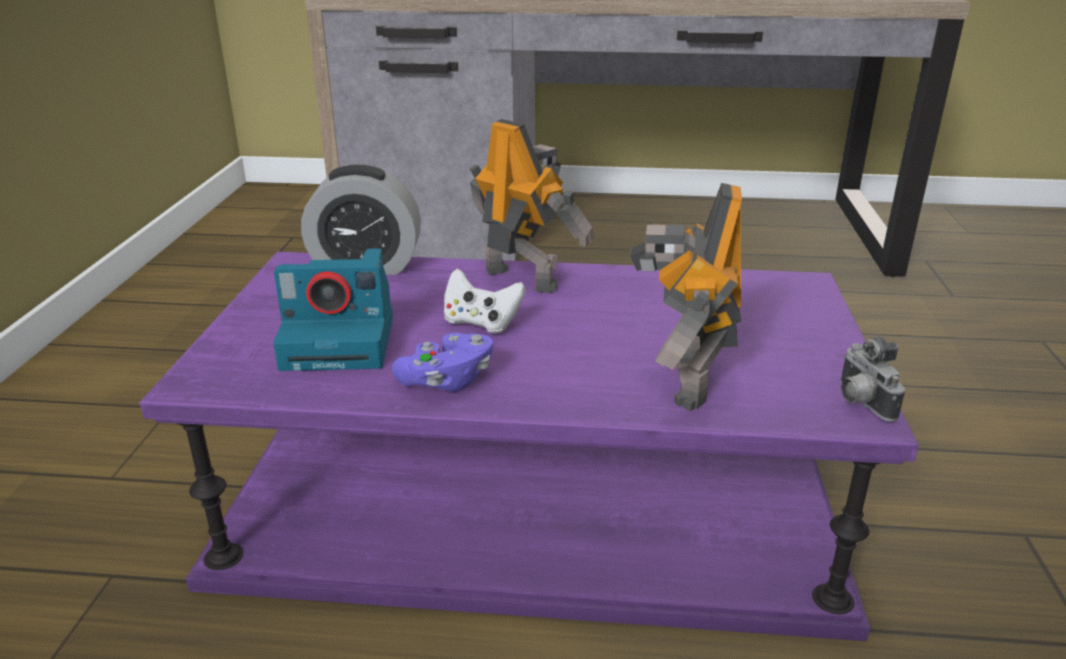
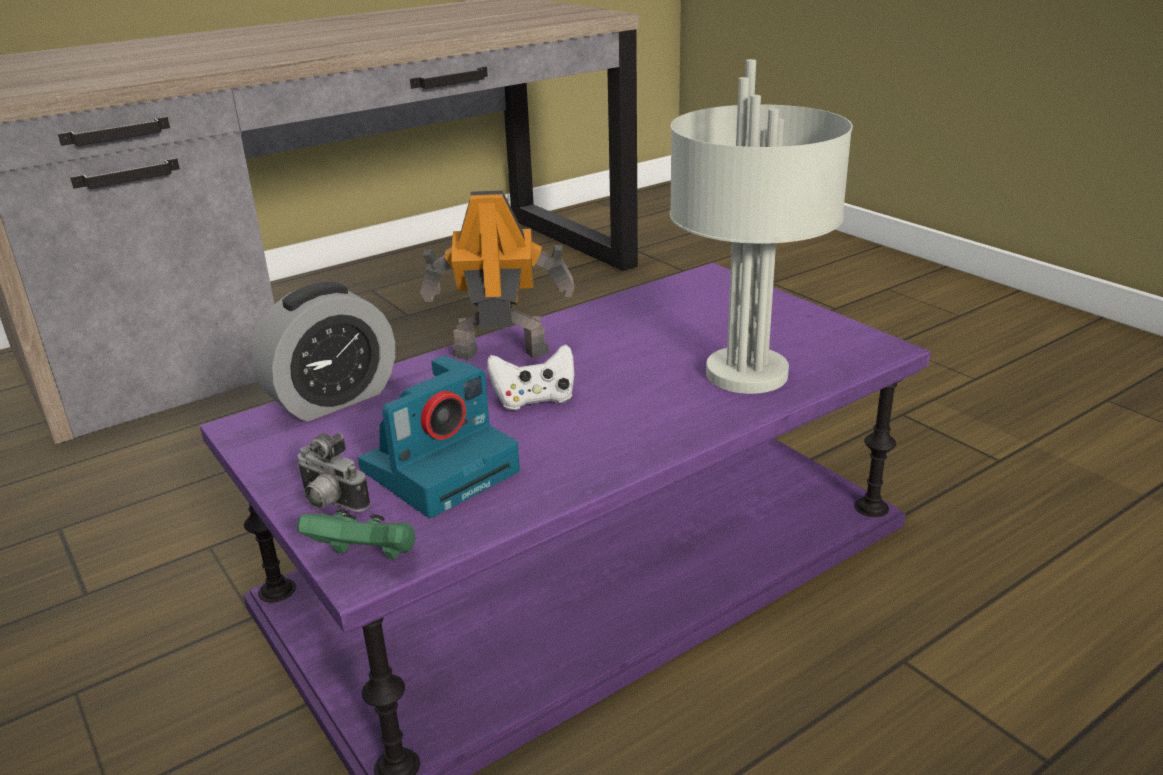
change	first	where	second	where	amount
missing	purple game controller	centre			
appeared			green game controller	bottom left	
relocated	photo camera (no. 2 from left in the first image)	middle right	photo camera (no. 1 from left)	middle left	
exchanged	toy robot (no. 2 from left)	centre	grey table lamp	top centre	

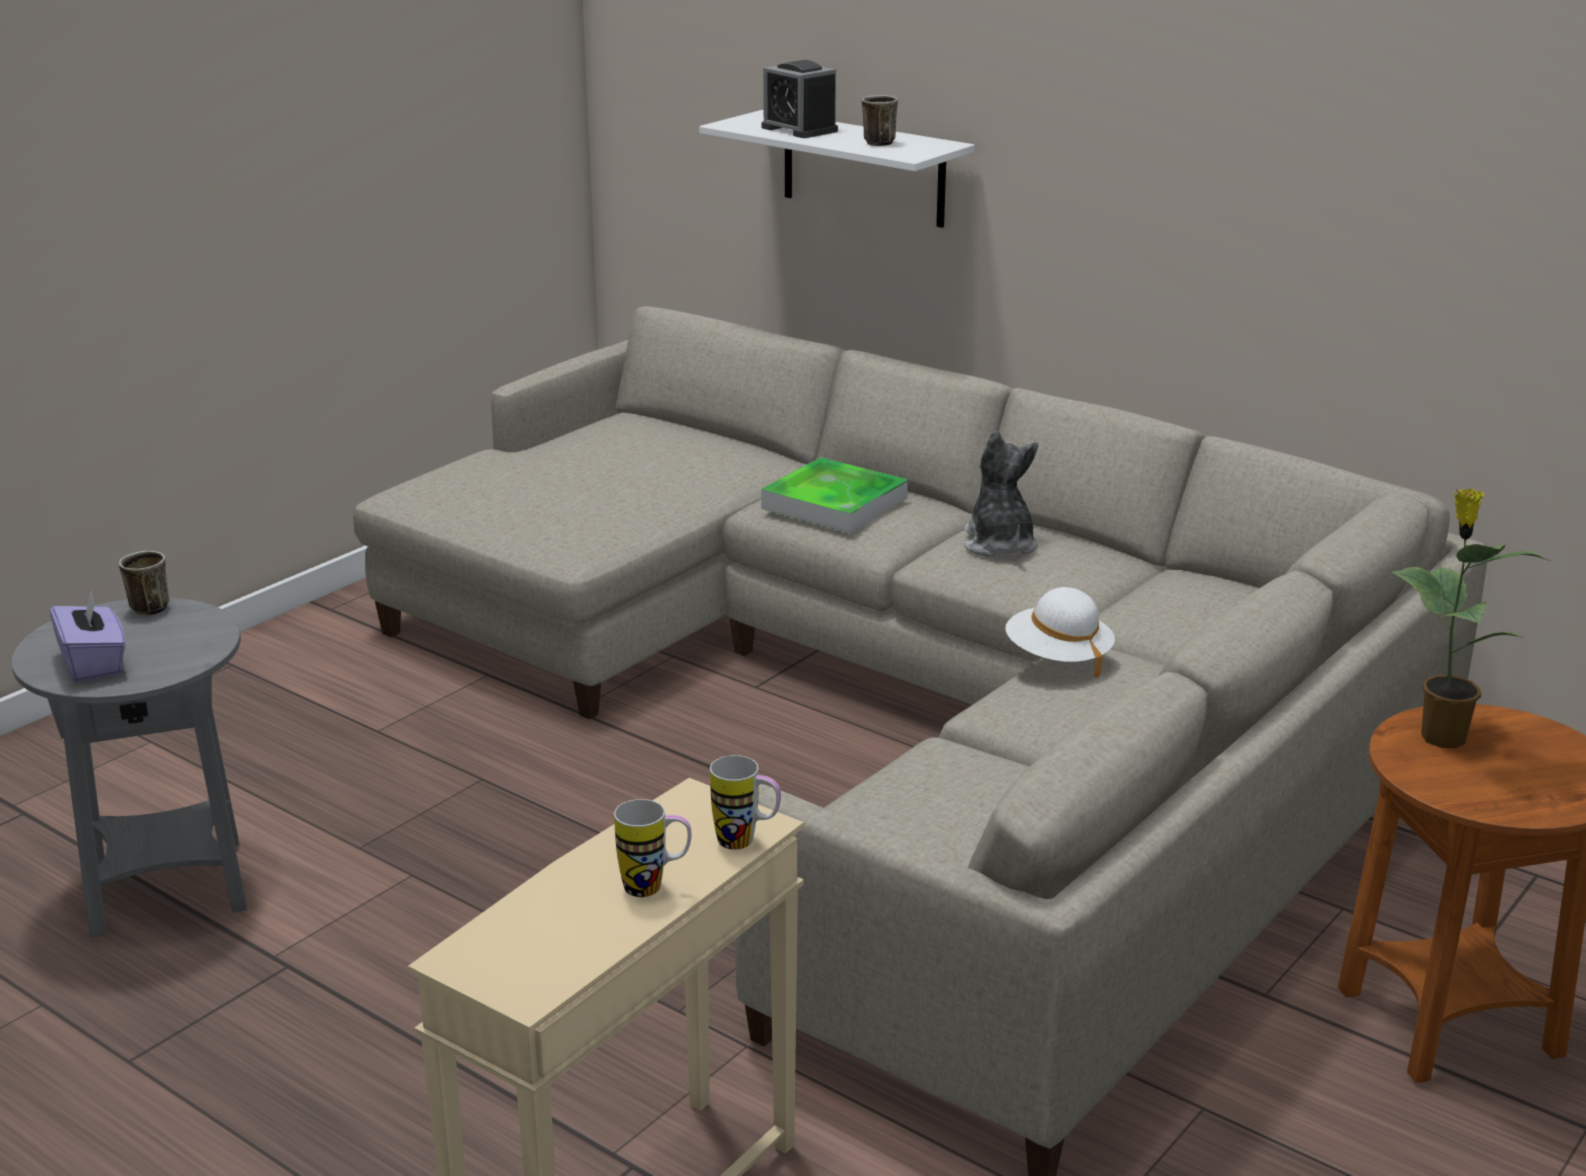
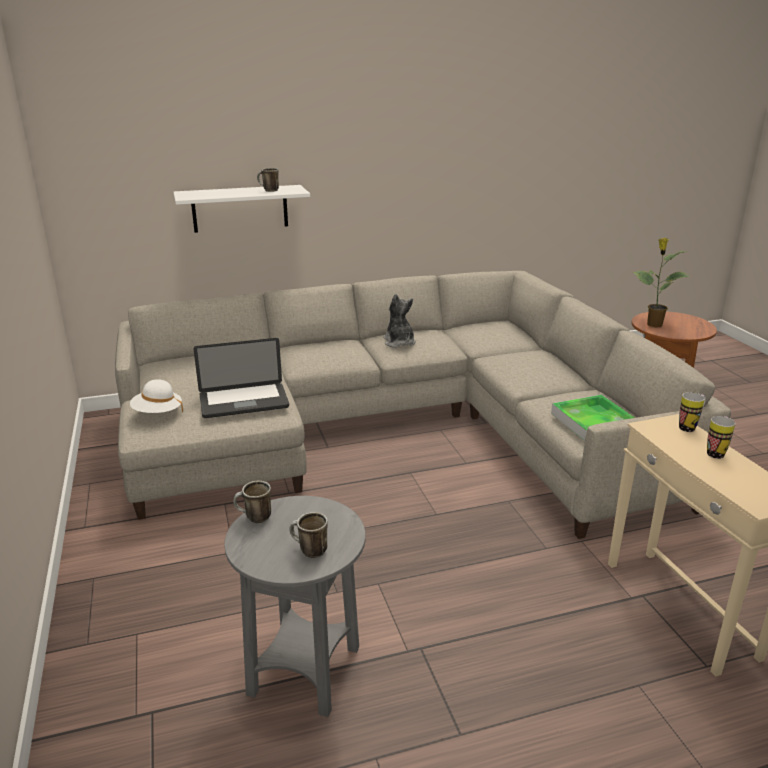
change	first	where	second	where	amount
missing	alarm clock	top centre			
appeared			laptop	middle left	
relocated	tray	centre		middle right	
relocated	white hat	middle right		middle left	
exchanged	purple tissue box	middle left	mug (no. 3 from left)	bottom centre	
spun	plush toy	centre		centre	45 degrees clockwise

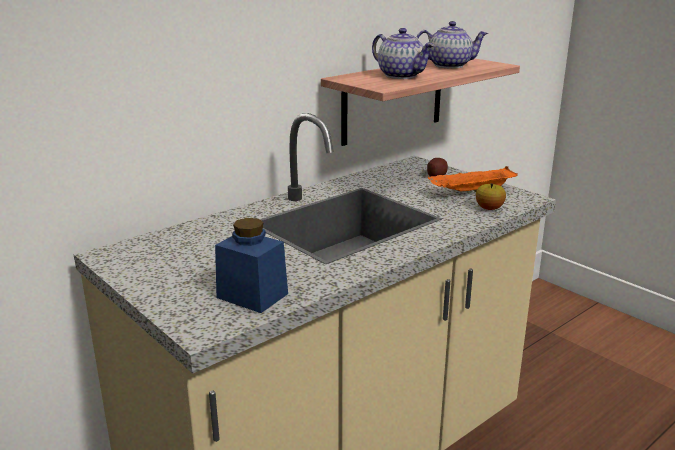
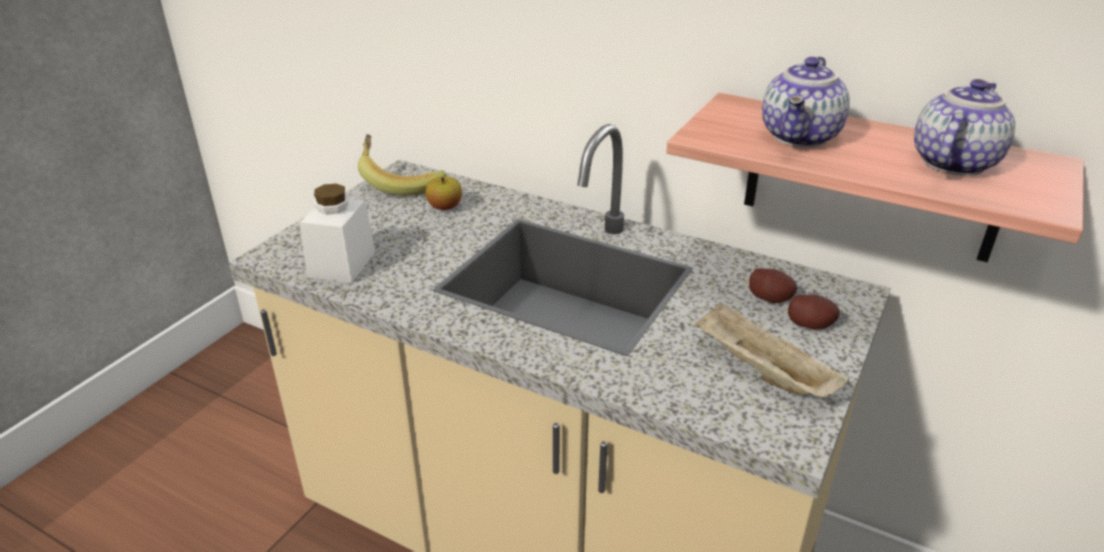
change	first	where	second	where	amount
appeared			banana	top centre	
appeared			potato (no. 1 from left)	middle right	
relocated	apple	middle right		centre	
colour	blue jar	centre	white jar	middle left	
colour	orange tray	middle right	beige tray	middle right	
spun	teapot (no. 2 from left)	top right		top right	120 degrees counterclockwise

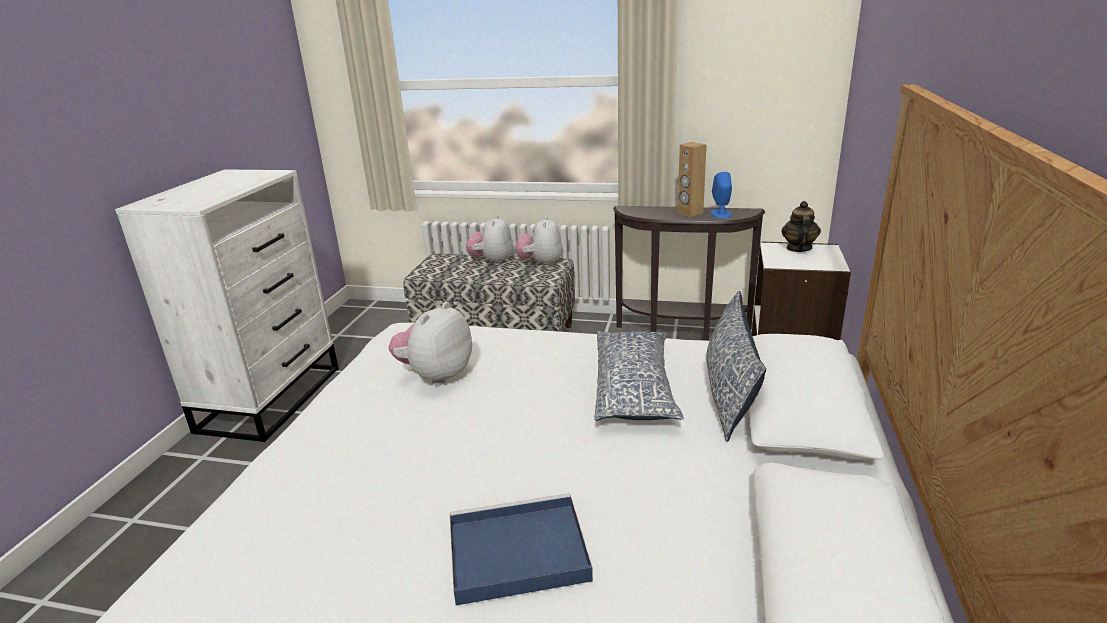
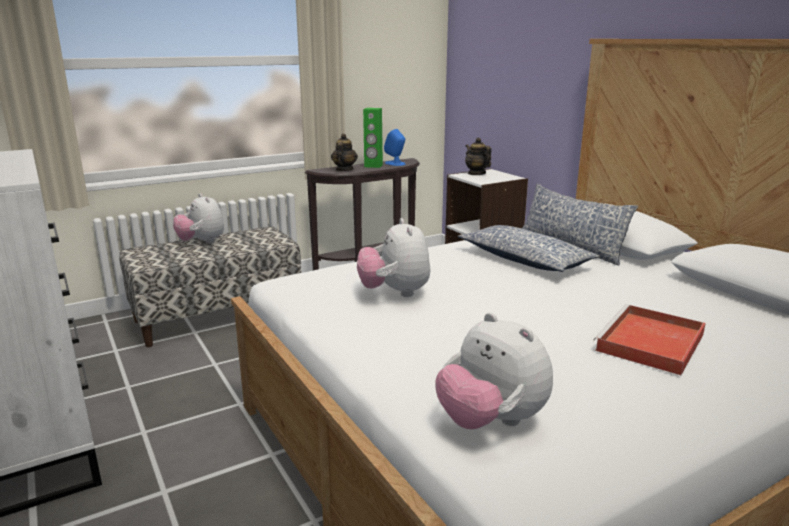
change	first	where	second	where	amount
appeared			teapot (no. 1 from left)	top centre	
relocated	plush toy (no. 3 from left)	centre		bottom centre	
colour	blue tray	bottom centre	red tray	middle right	
colour	brown speaker	top centre	green speaker	top centre	

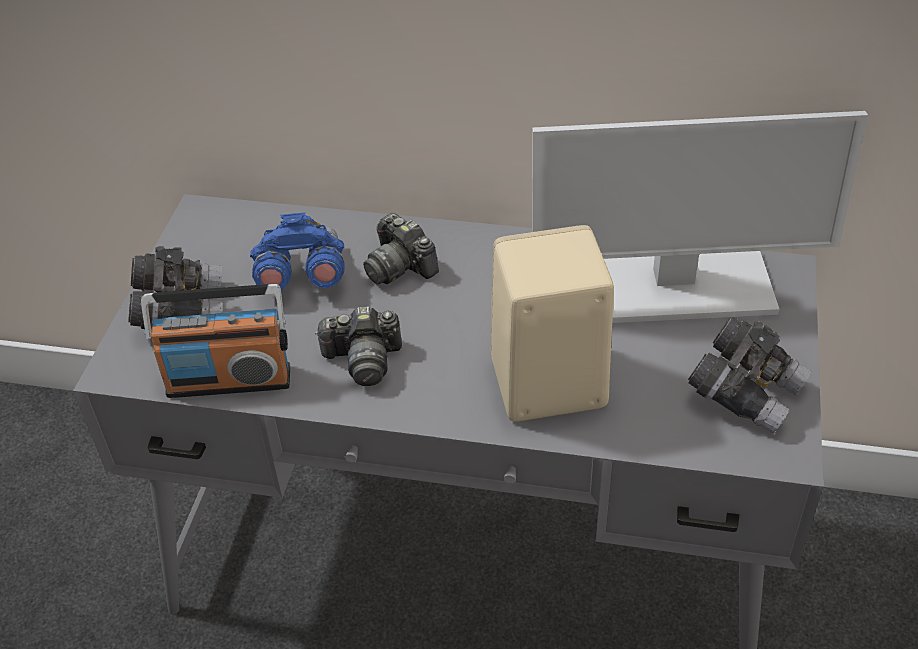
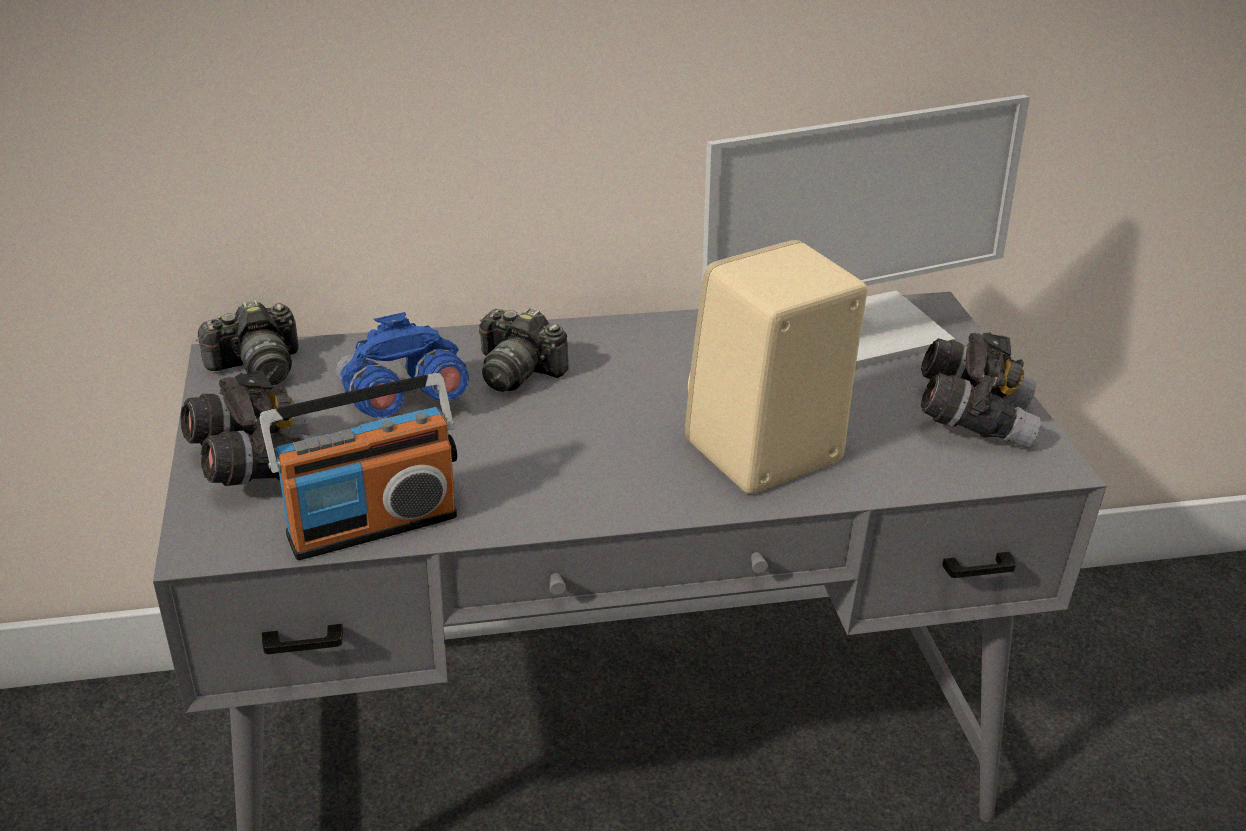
change	first	where	second	where	amount
relocated	photo camera (no. 1 from left)	centre		middle left	

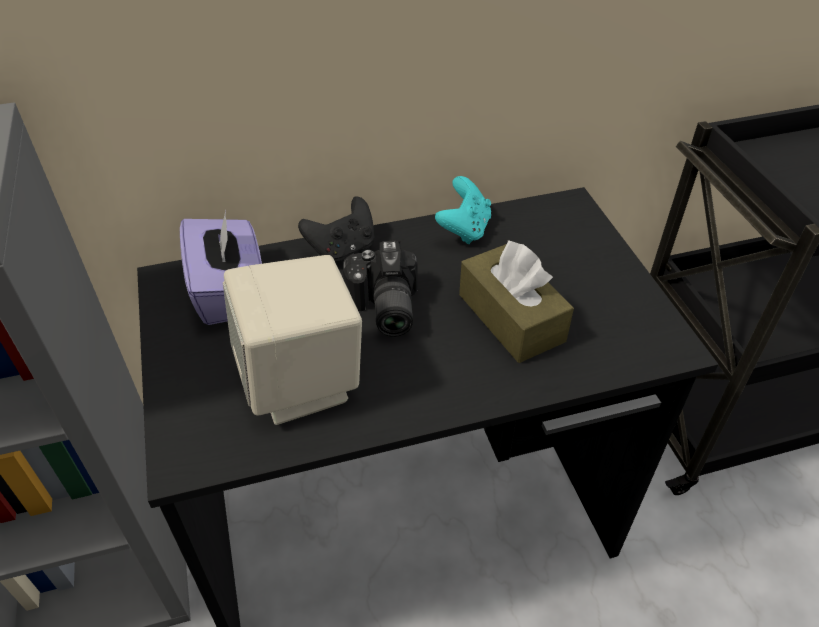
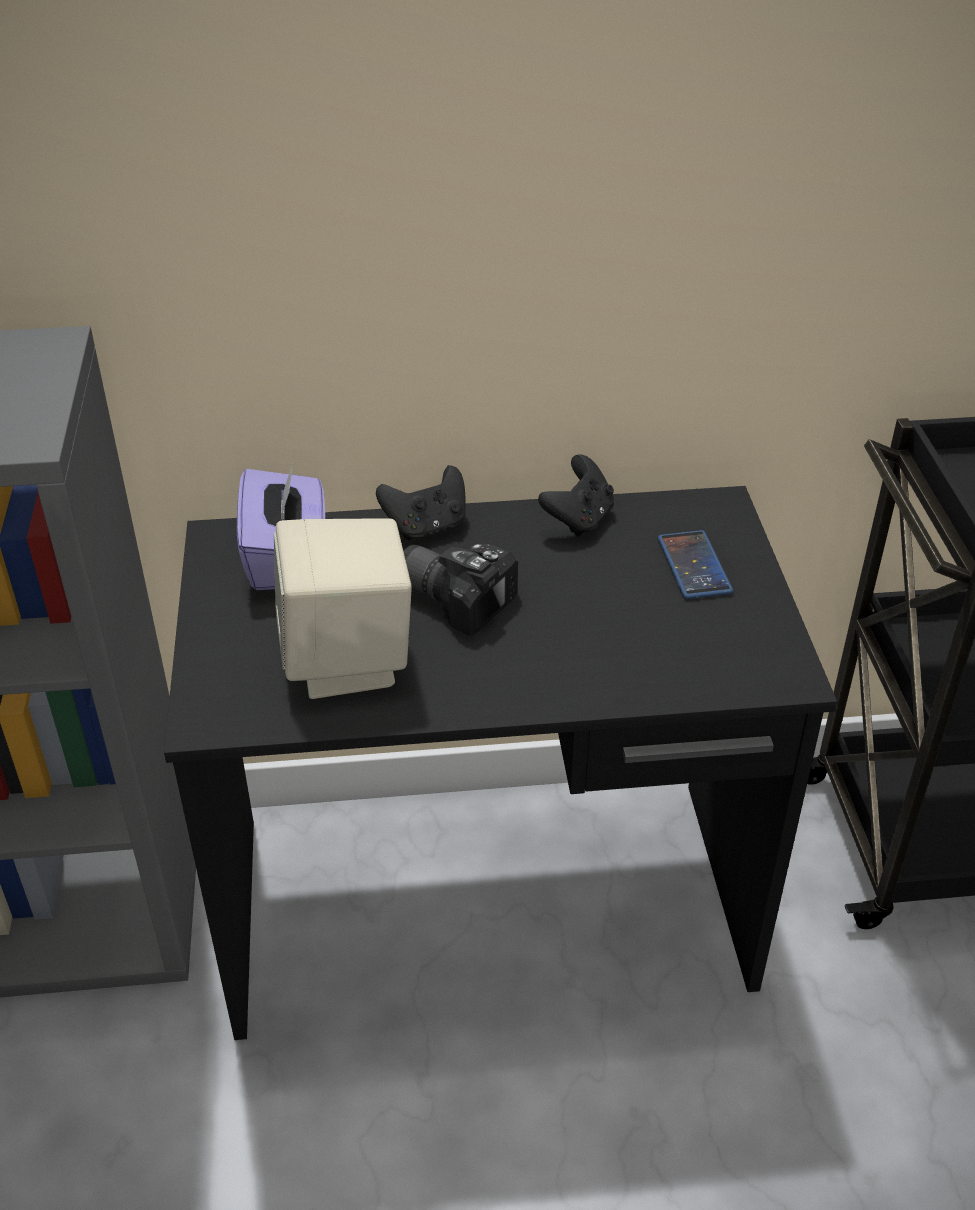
change	first	where	second	where	amount
missing	brown tissue box	centre			
appeared			phone	middle right	
colour	turquoise game controller	centre	black game controller (no. 2 from left)	centre	
spun	photo camera	centre		centre	120 degrees clockwise

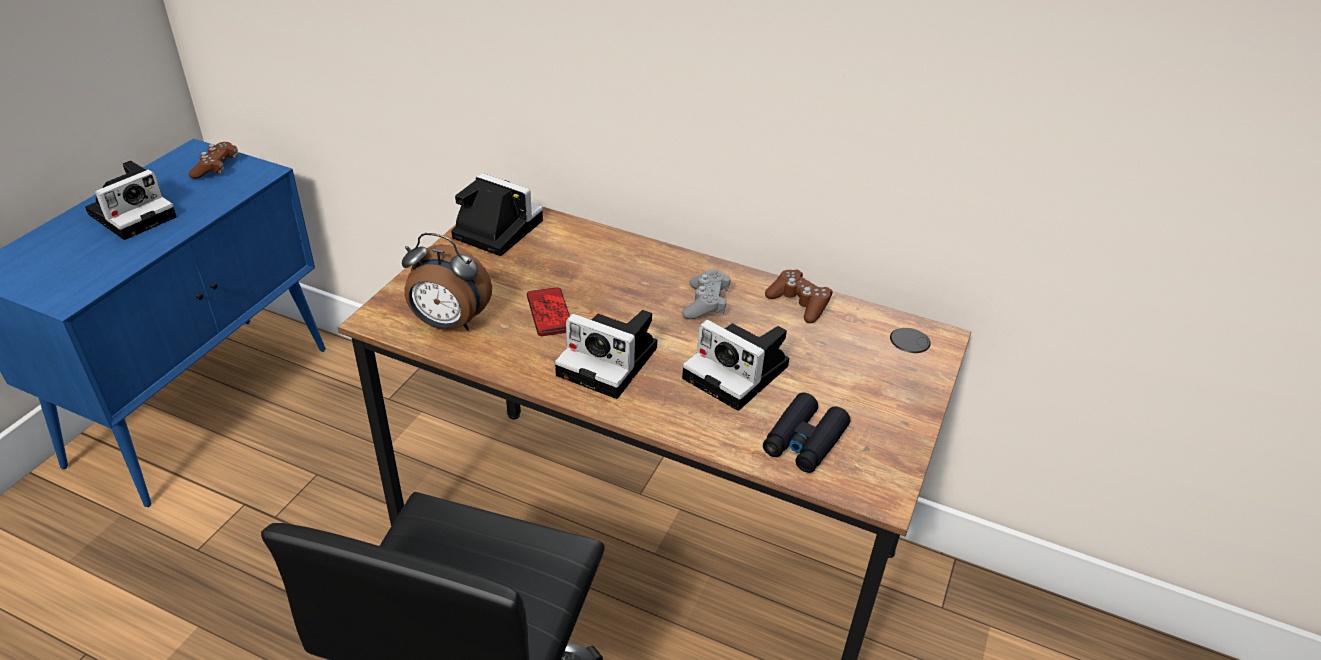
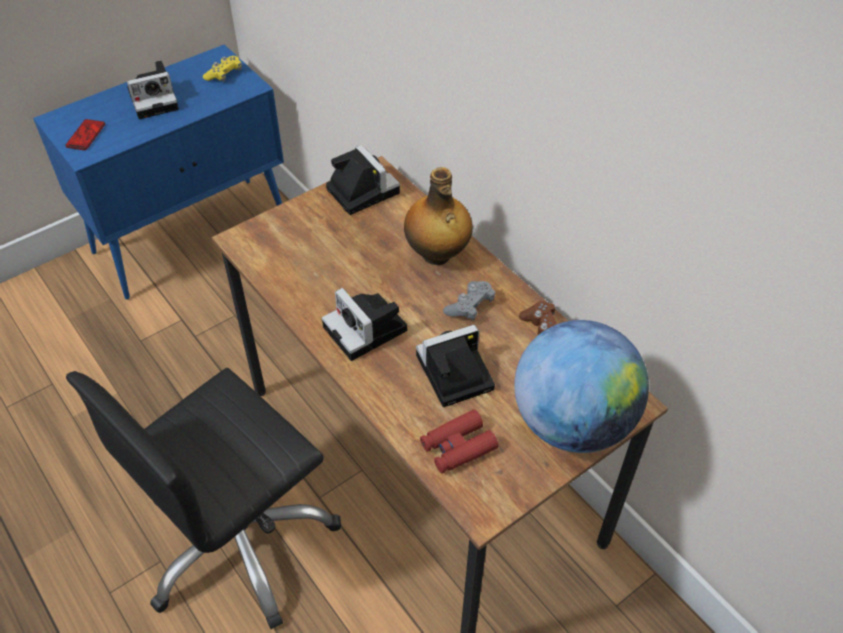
change	first	where	second	where	amount
missing	alarm clock	centre			
appeared			bottle	centre	
appeared			globe	middle right	
relocated	phone	centre		top left	
colour	brown game controller (no. 1 from left)	top left	yellow game controller	top left	
colour	black binoculars	centre	red binoculars	bottom centre	
spun	photo camera (no. 4 from left)	centre		centre	90 degrees clockwise

